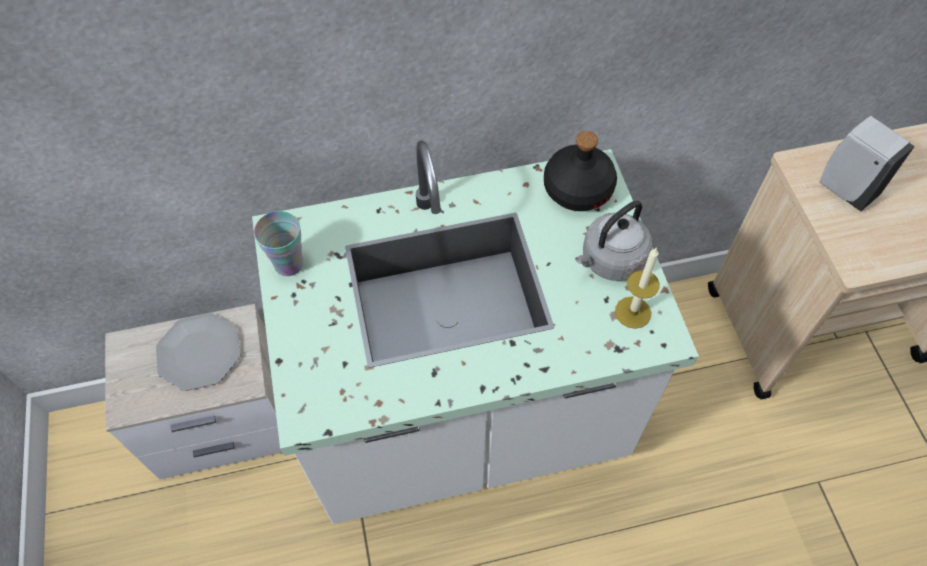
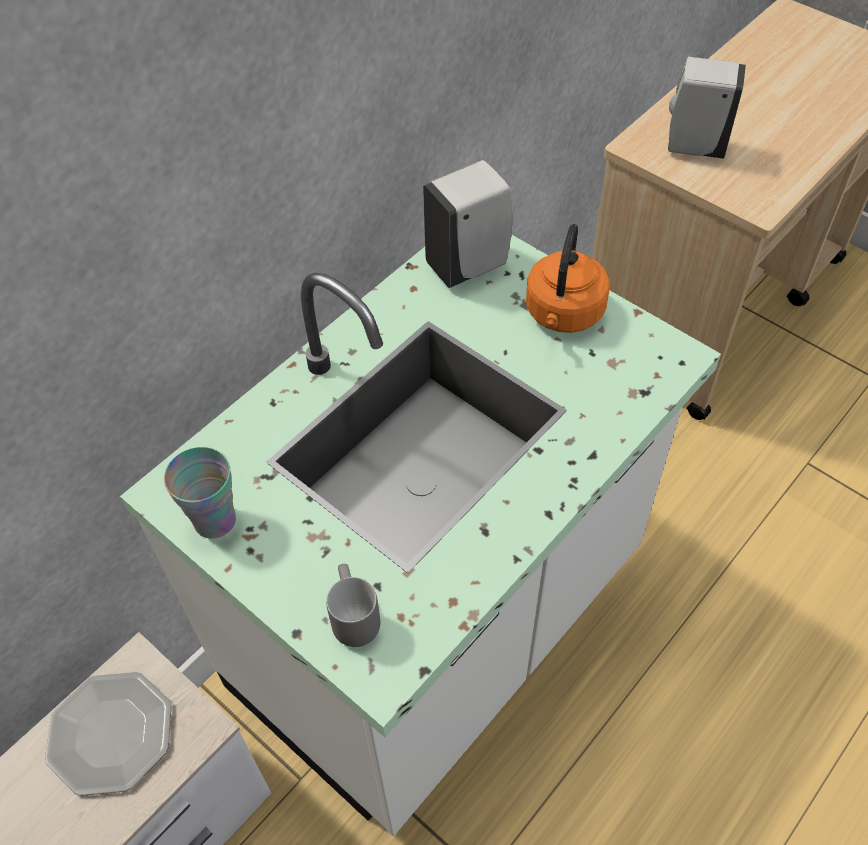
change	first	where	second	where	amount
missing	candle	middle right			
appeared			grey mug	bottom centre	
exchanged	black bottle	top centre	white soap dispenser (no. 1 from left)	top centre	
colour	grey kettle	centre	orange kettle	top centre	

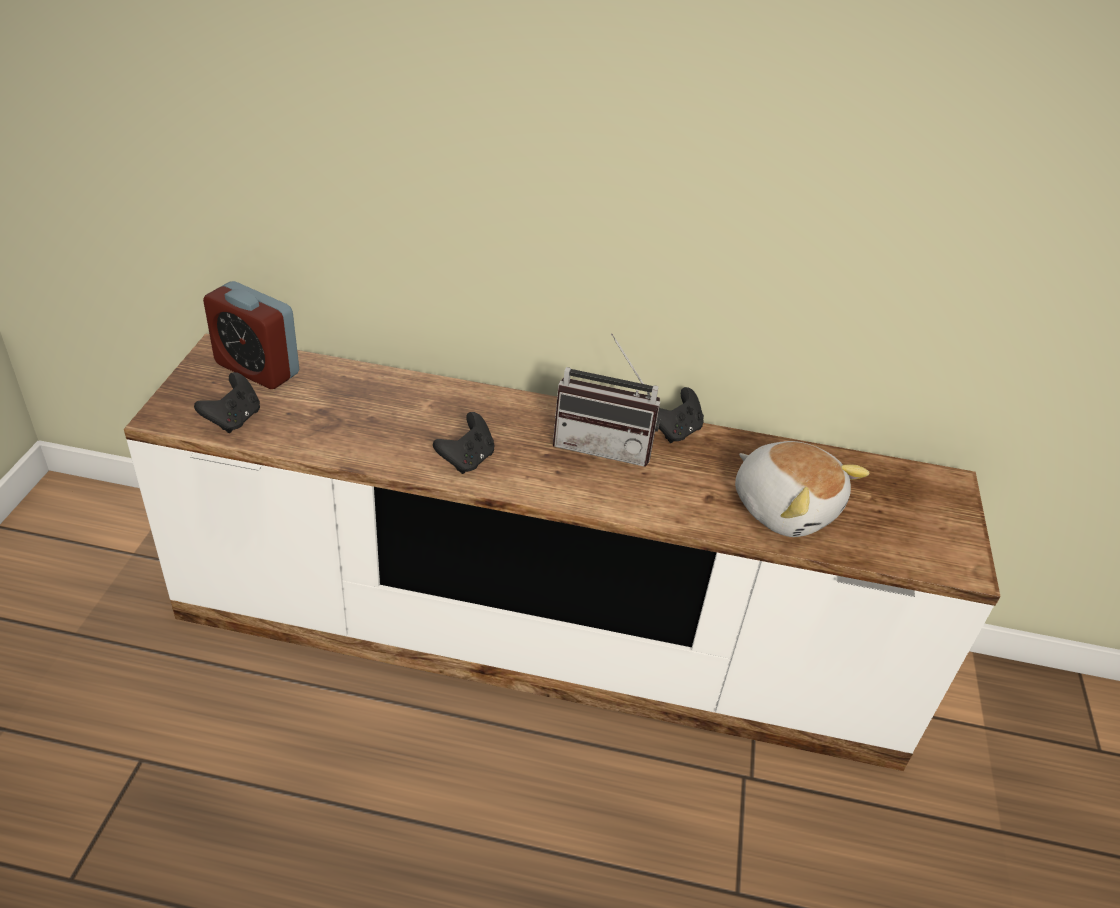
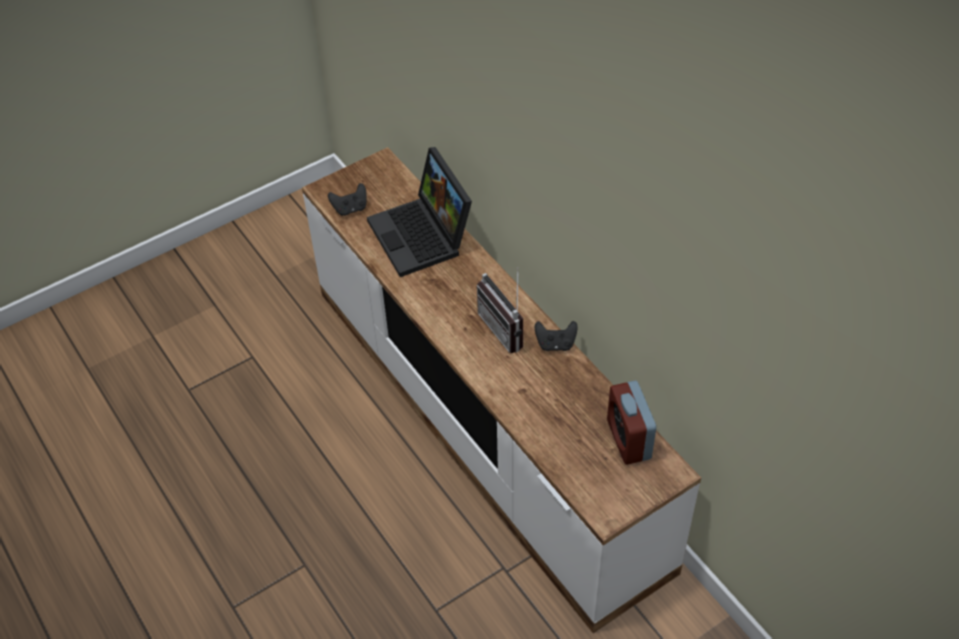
change	first	where	second	where	amount
missing	black game controller (no. 2 from left)	centre			
missing	plush toy	middle right			
appeared			laptop	top centre	
relocated	alarm clock	middle left		centre	

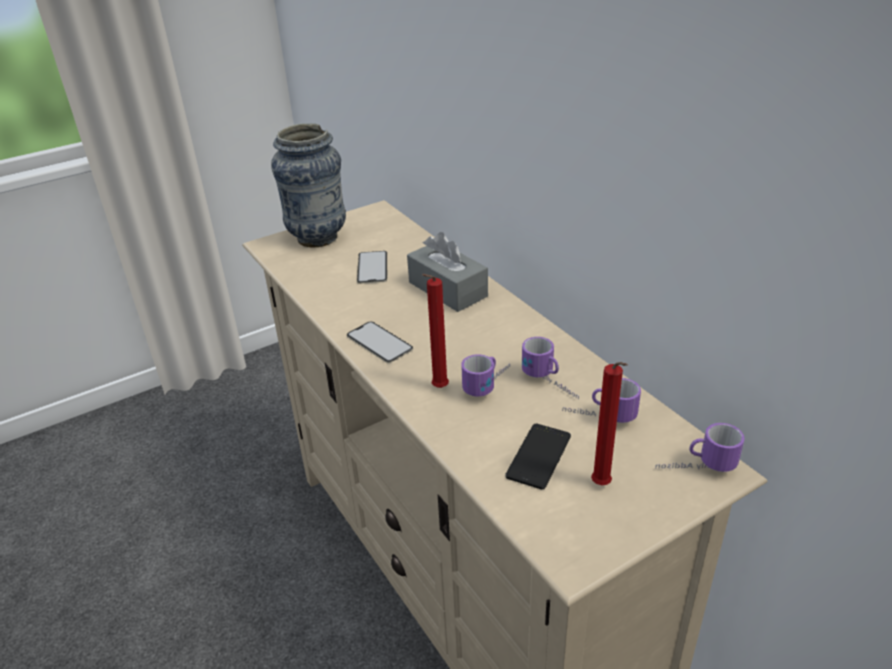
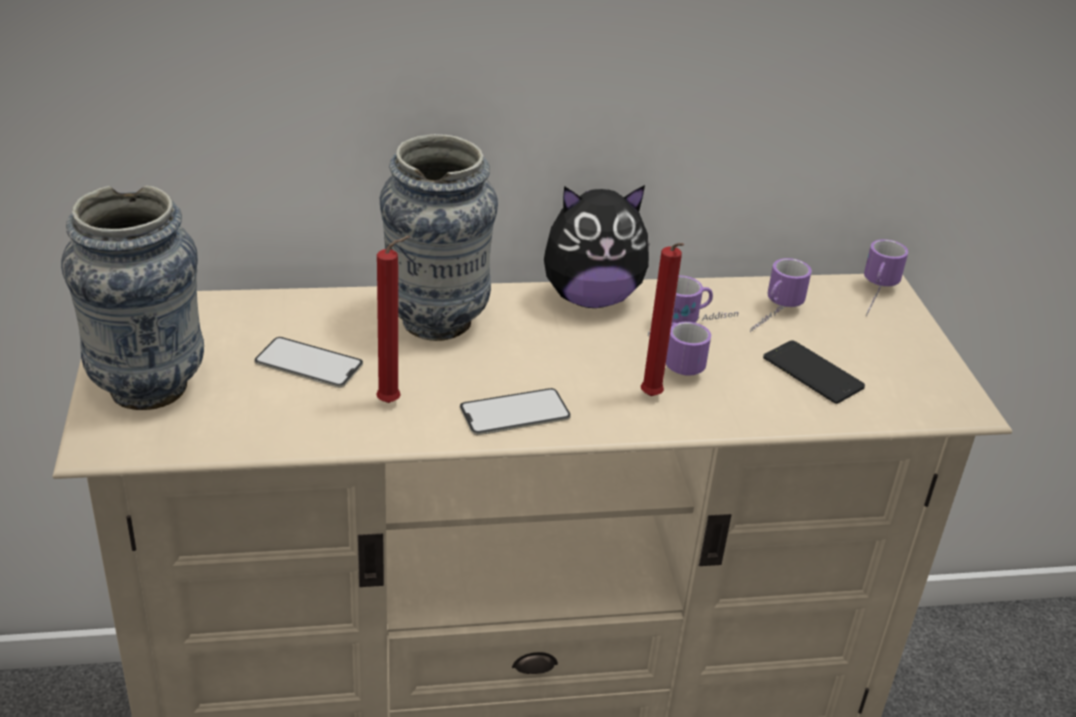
change	first	where	second	where	amount
appeared			plush toy	centre	
relocated	red candle (no. 2 from left in the first image)	middle right	red candle (no. 1 from left)	centre	
exchanged	grey tissue box	centre	vase (no. 2 from left)	top centre	

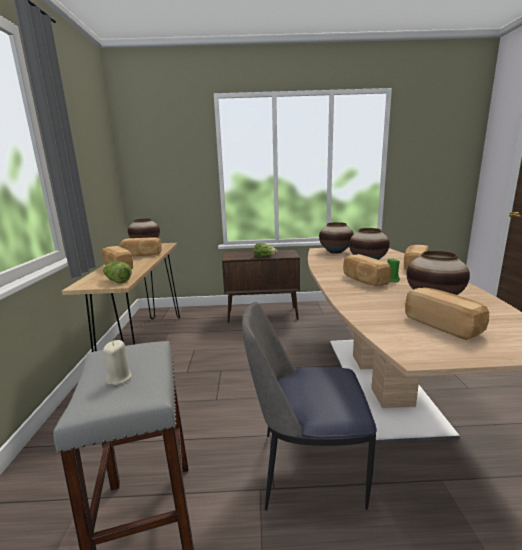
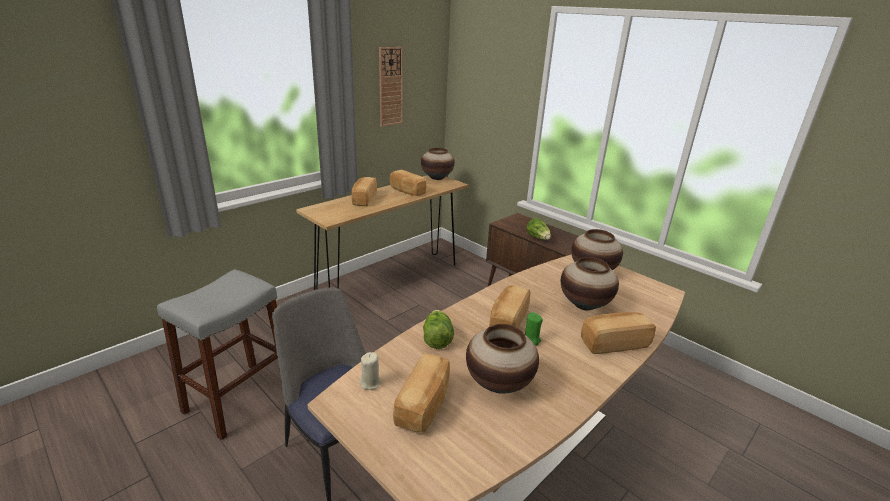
change	first	where	second	where	amount
appeared			wall clock	top centre	
relocated	lettuce (no. 1 from left)	middle left		centre	
relocated	beige candle	middle left		bottom centre	

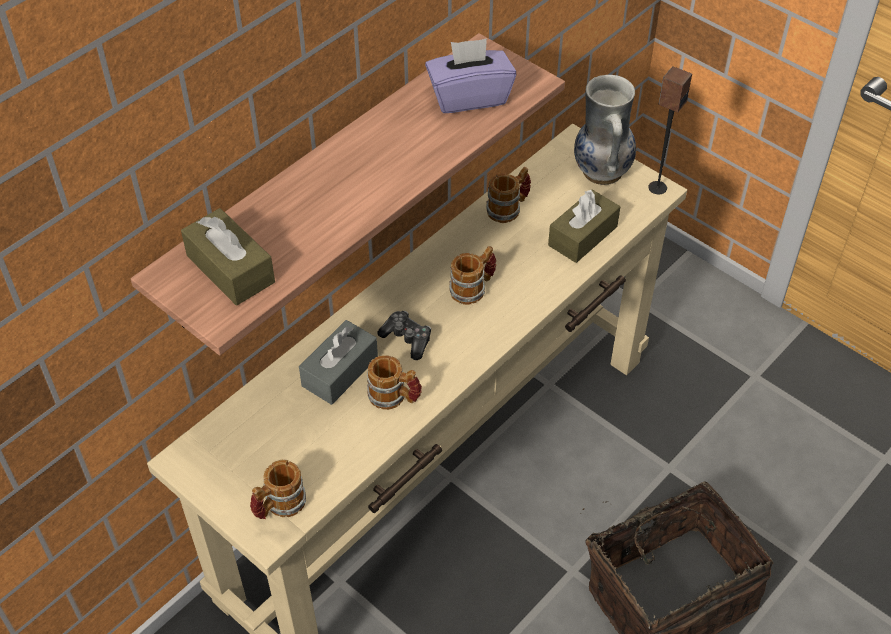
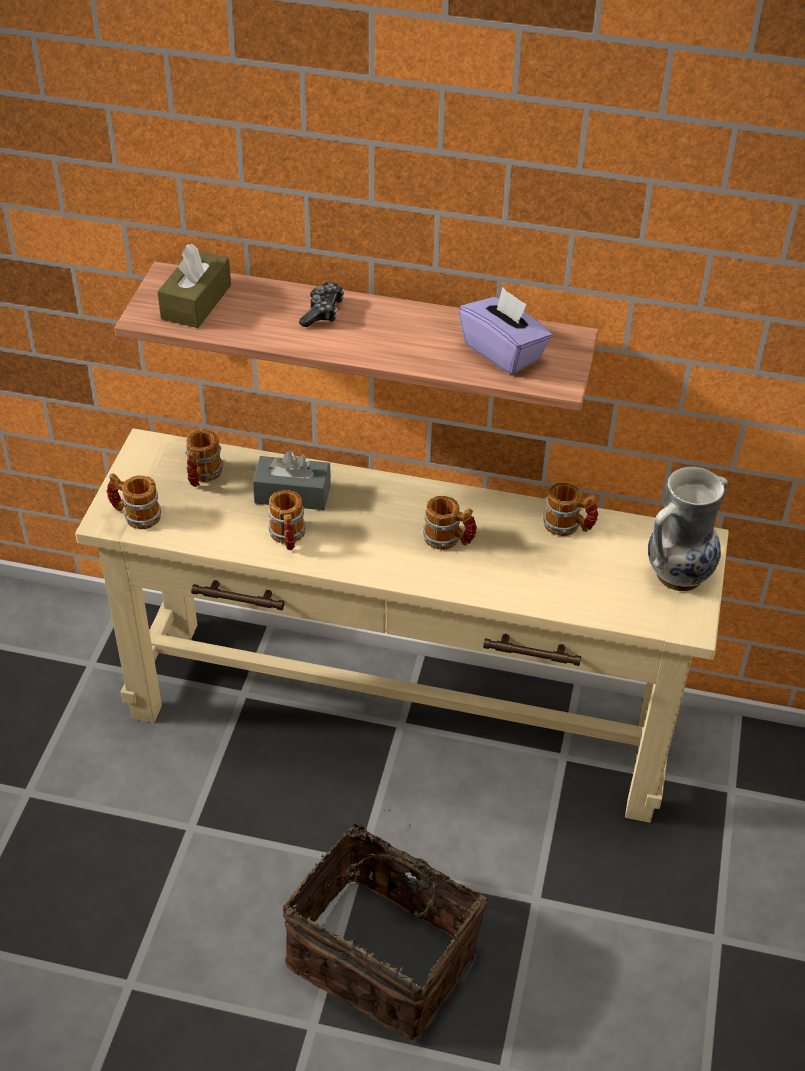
change	first	where	second	where	amount
missing	brown tissue box (no. 2 from left)	centre			
missing	speaker	top right			
appeared			mug (no. 2 from left)	middle left	
relocated	game controller	centre		top centre	

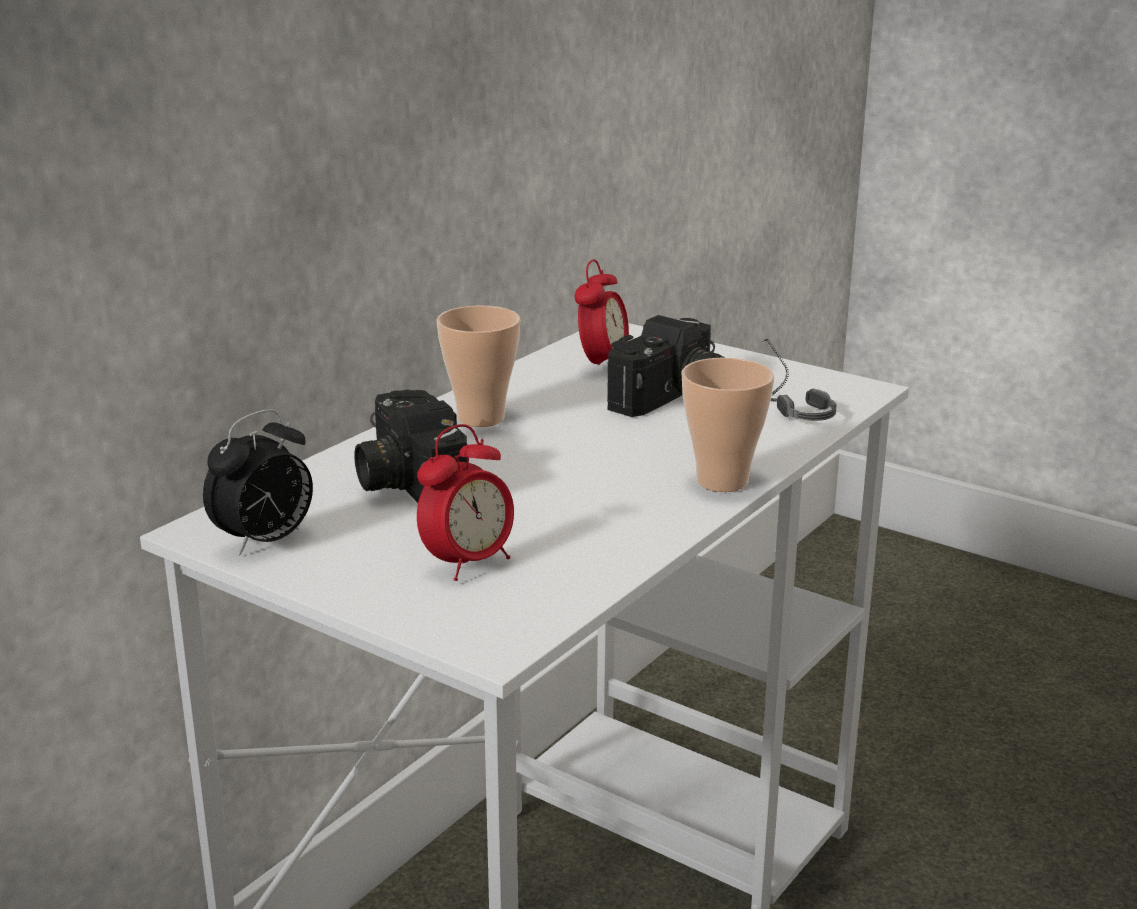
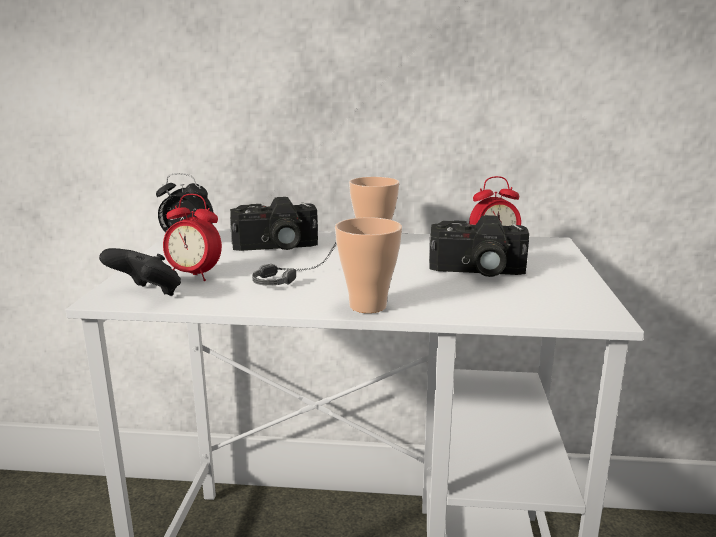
change	first	where	second	where	amount
appeared			black game controller	middle left	
relocated	headphones	middle right		centre	
spun	photo camera (no. 1 from left)	centre		centre	135 degrees counterclockwise

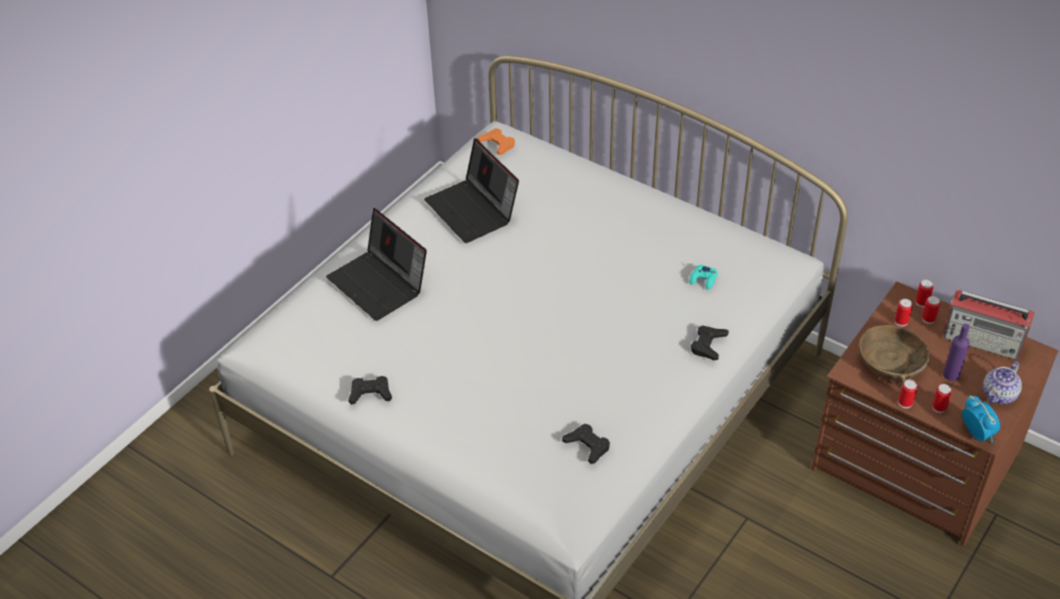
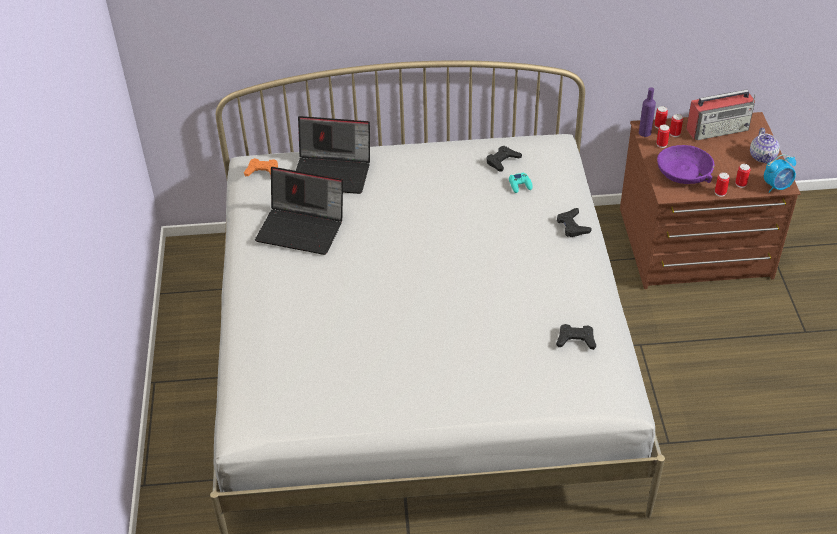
change	first	where	second	where	amount
relocated	laptop (no. 1 from left in the first image)	centre	laptop (no. 2 from left)	top centre	
relocated	black game controller (no. 1 from left)	centre		top centre	
relocated	purple bottle	middle right		top right	
colour	brown bowl	middle right	purple bowl	top right	
spun	alarm clock	bottom right		top right	135 degrees clockwise

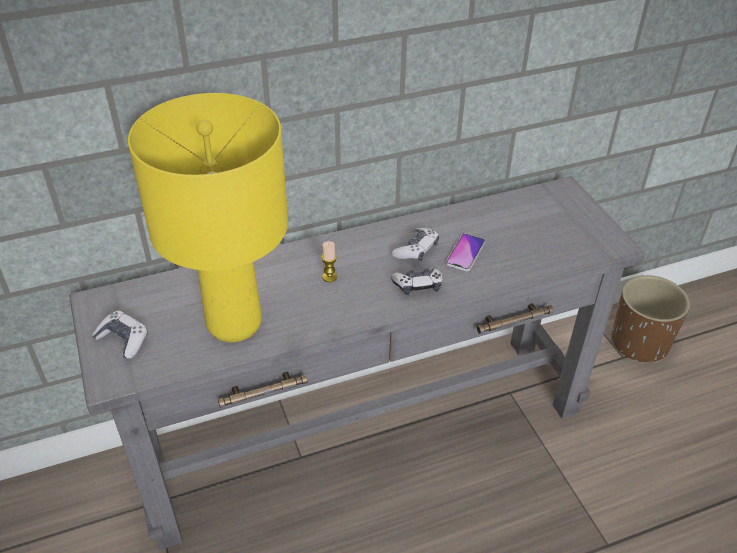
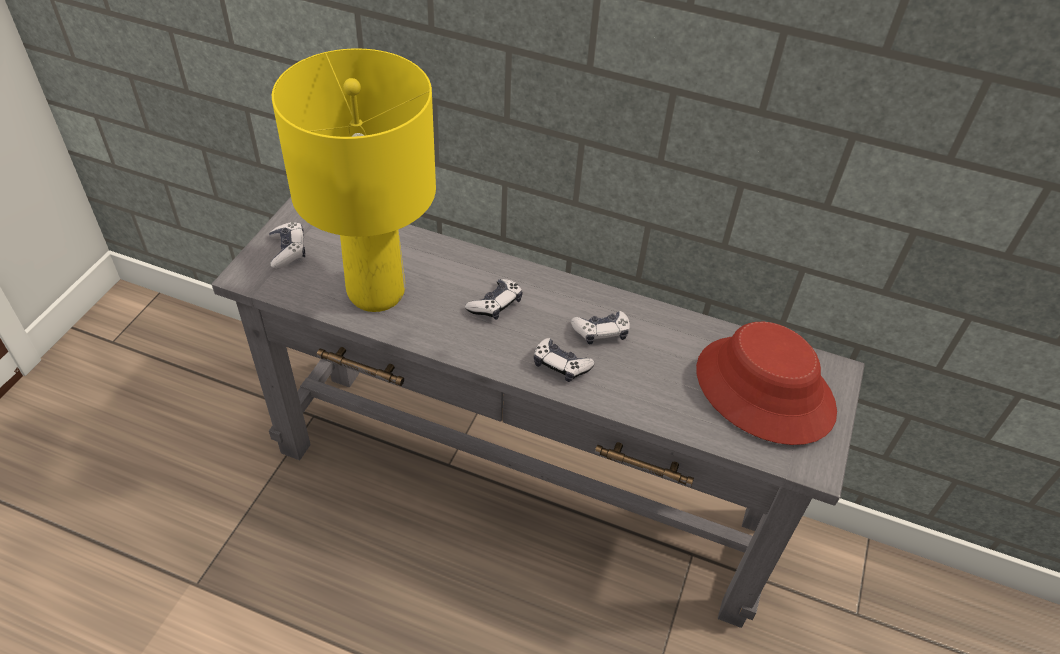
change	first	where	second	where	amount
missing	phone	centre			
missing	brown planter	middle right			
appeared			red hat	middle right	
exchanged	candle	centre	game controller (no. 2 from left)	centre	

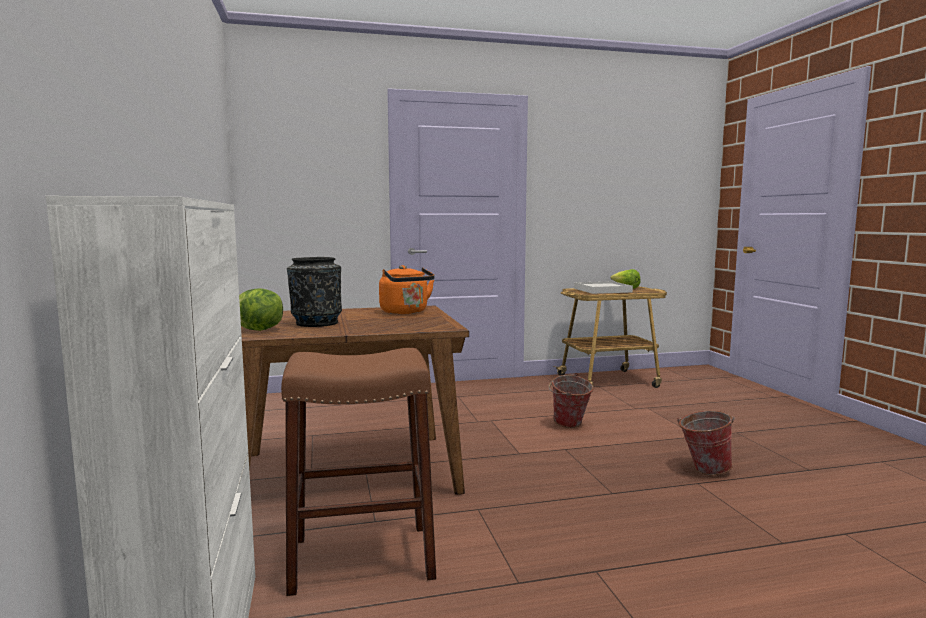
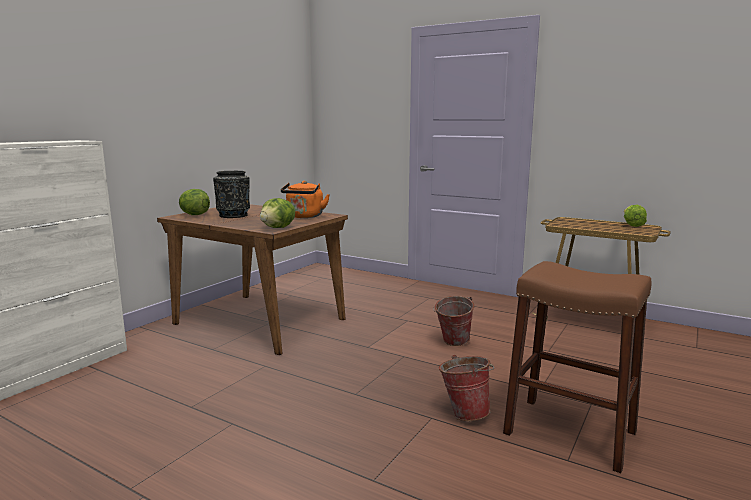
change	first	where	second	where	amount
missing	white tray	centre			
appeared			lettuce (no. 2 from left)	centre	
relocated	brown stool	bottom centre		bottom right	

